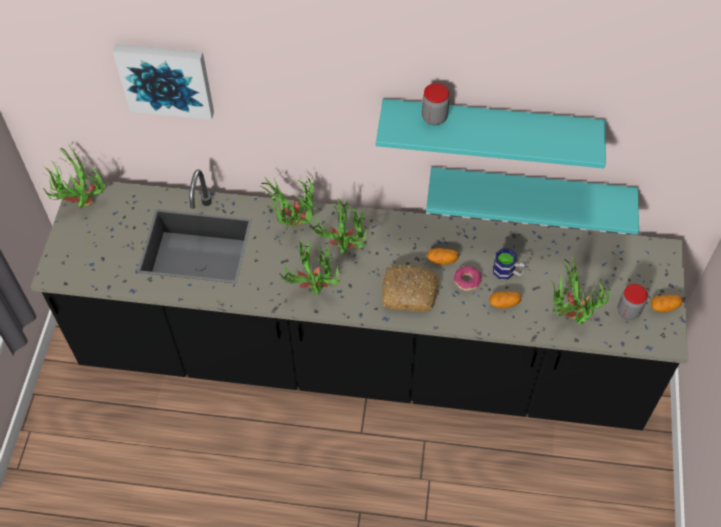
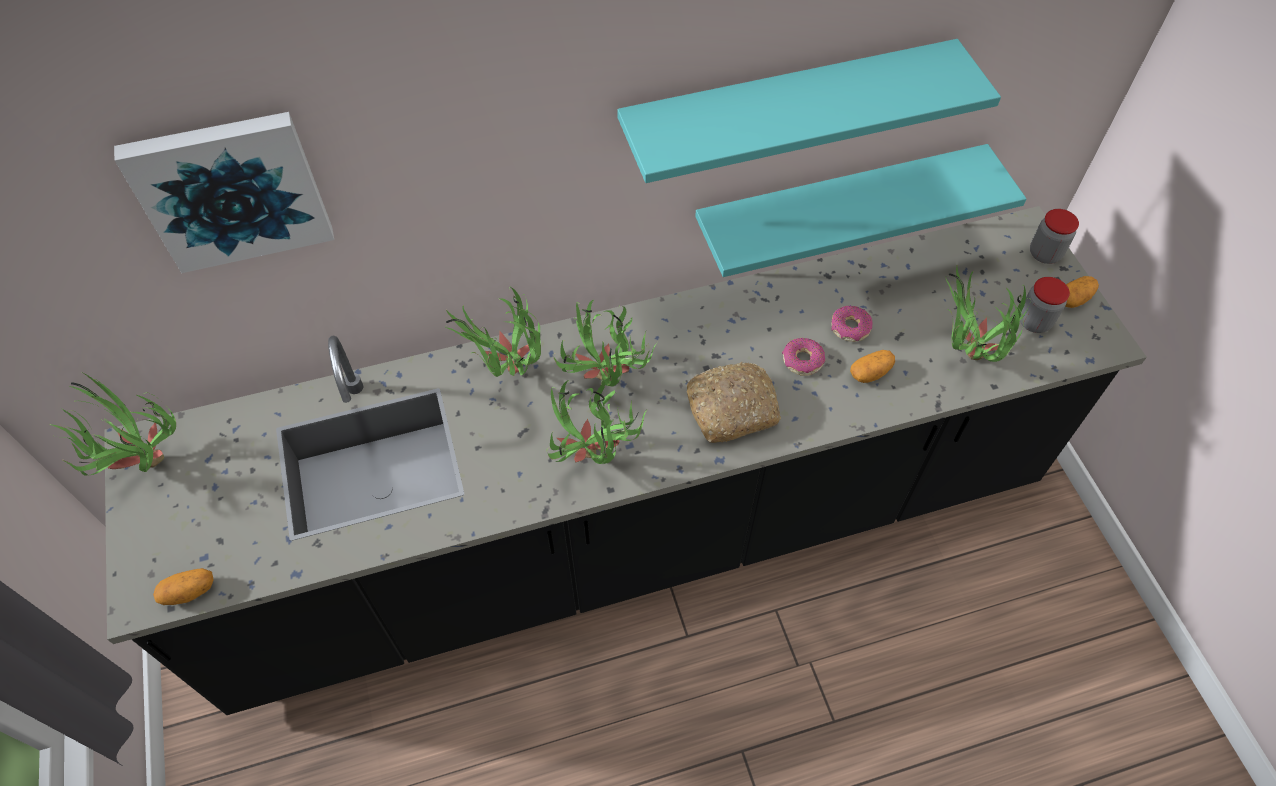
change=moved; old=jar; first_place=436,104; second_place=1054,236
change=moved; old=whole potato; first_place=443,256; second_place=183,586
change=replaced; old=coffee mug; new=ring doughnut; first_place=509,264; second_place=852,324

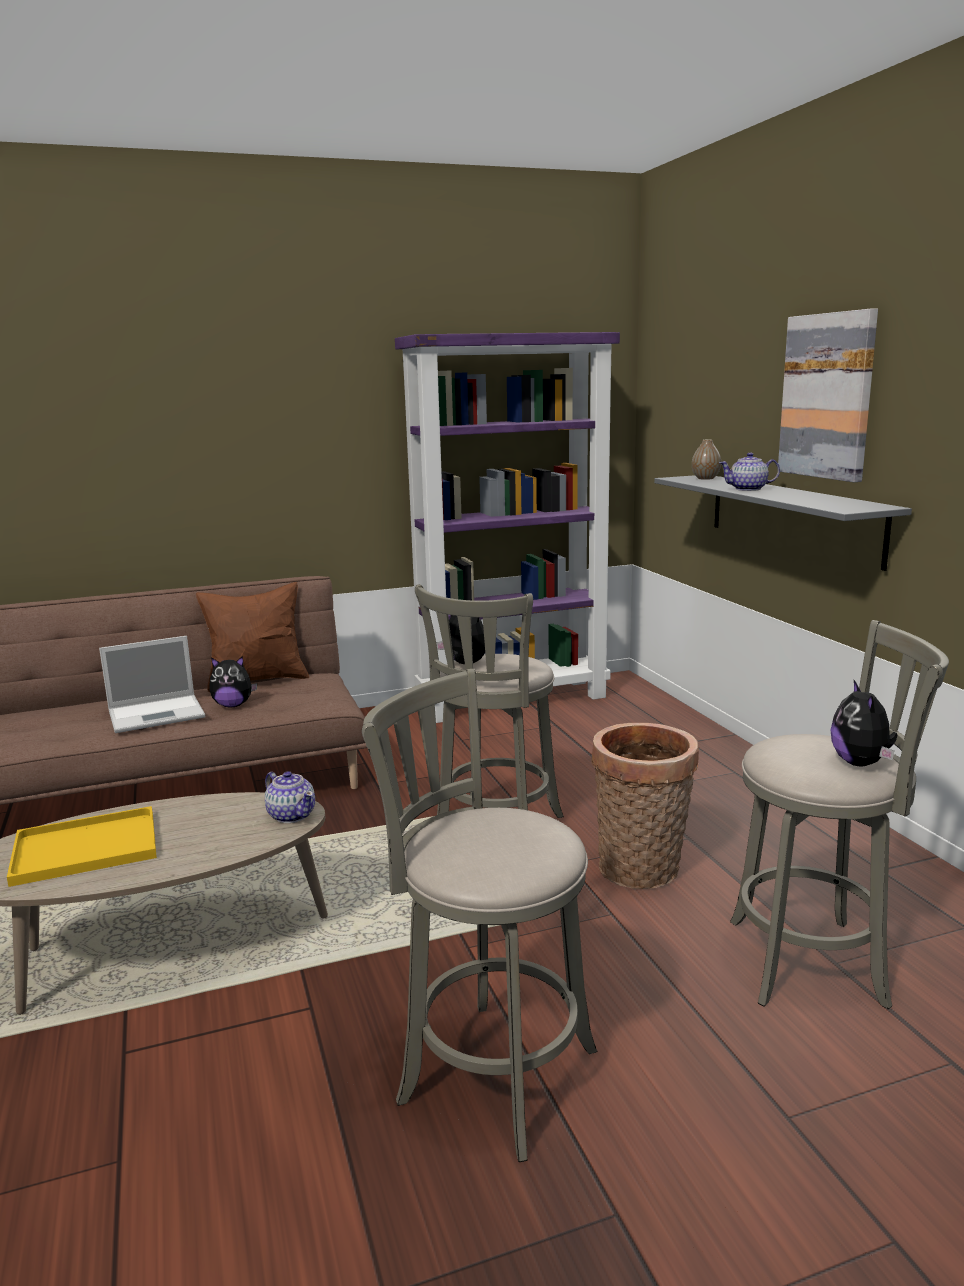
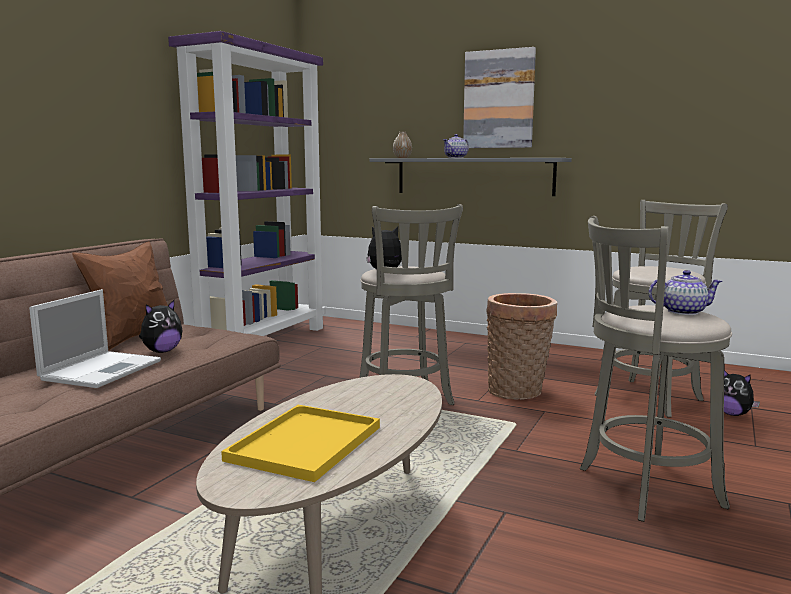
change=moved; old=pot for tea; first_place=290,797; second_place=686,292
change=moved; old=plush toy; first_place=864,723; second_place=742,393

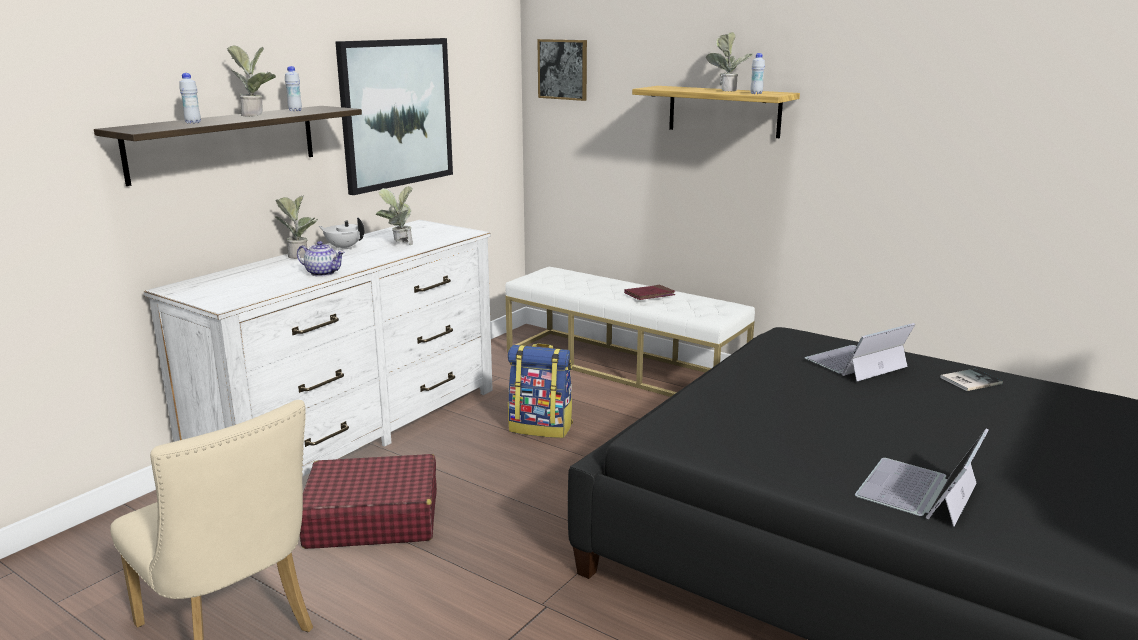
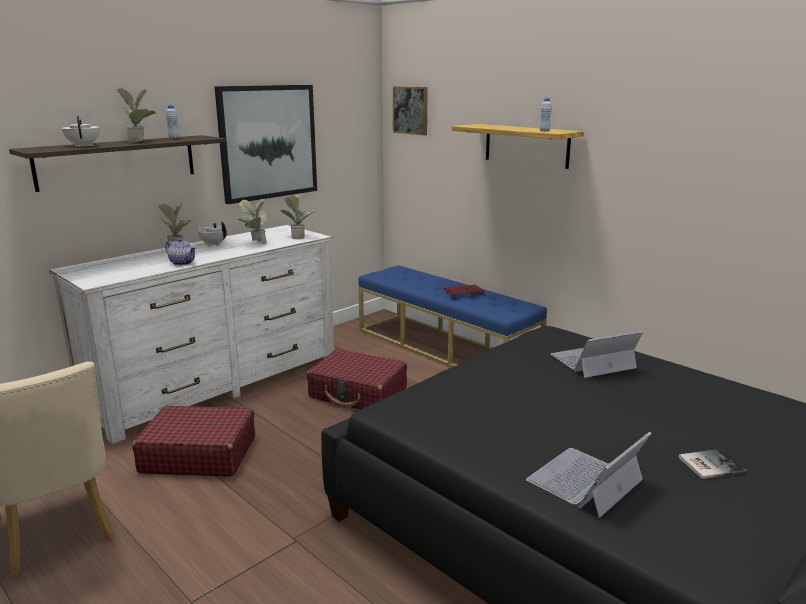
change=moved; old=potted plant; first_place=729,62; second_place=298,216
change=moved; old=volume; first_place=971,380; second_place=713,464
change=replaced; old=drink bottle/white-coloured; new=pot for tea/white-coloured; first_place=190,98; second_place=80,131
change=replaced; old=rucksack; new=suitcase/red-coloured; first_place=540,390; second_place=357,379
change=recoloured; old=bench/white-coloured; new=bench/bluish; first_place=630,332; second_place=452,316

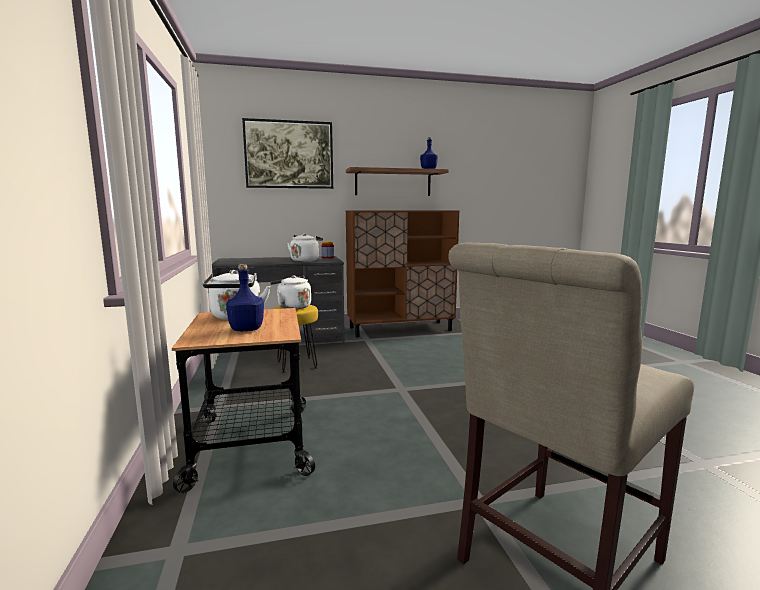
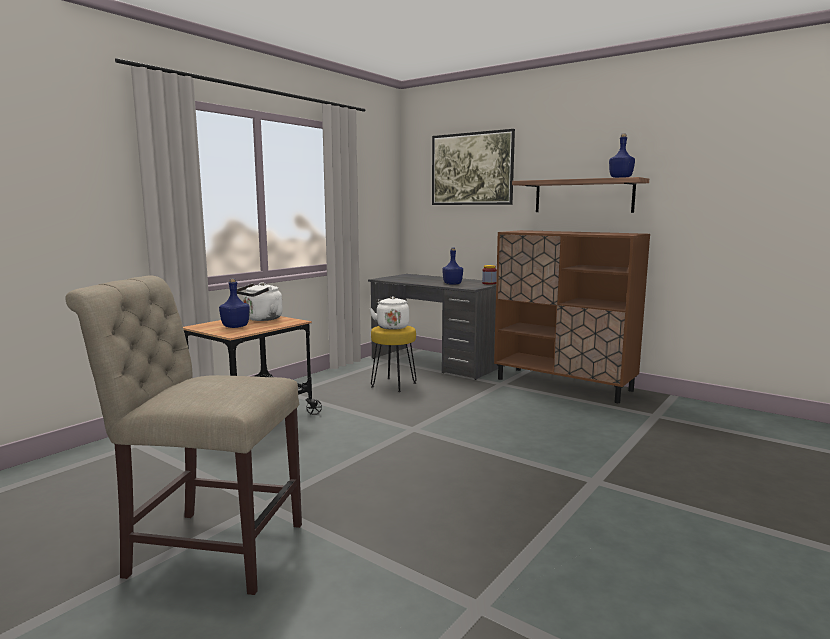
change=replaced; old=kettle/white-coloured; new=drink bottle/bluish; first_place=305,248; second_place=452,266

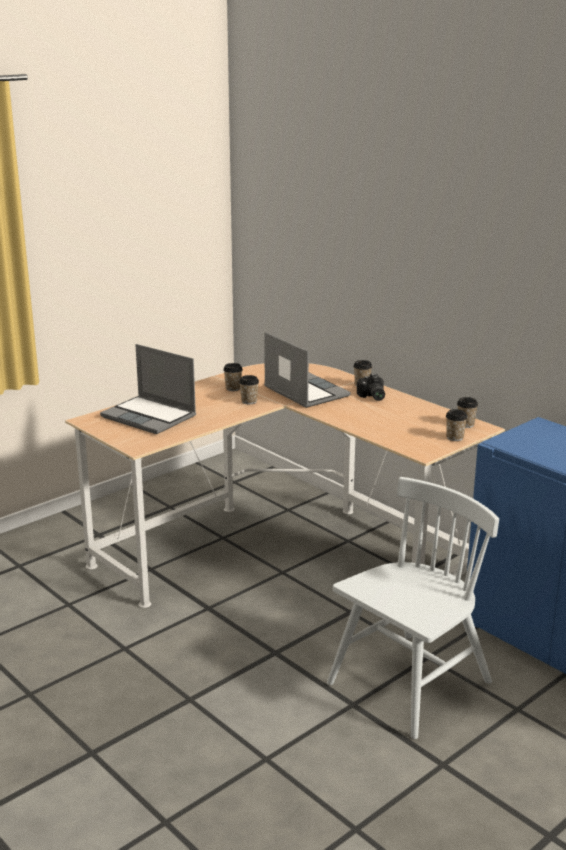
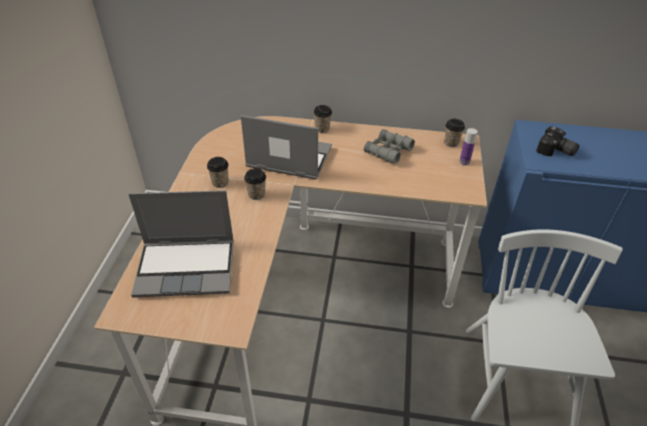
change=added; new=binoculars/gray; second_place=389,146
change=moved; old=photo camera; first_place=371,387; second_place=557,141
change=replaced; old=cup; new=drink bottle; first_place=457,425; second_place=468,147

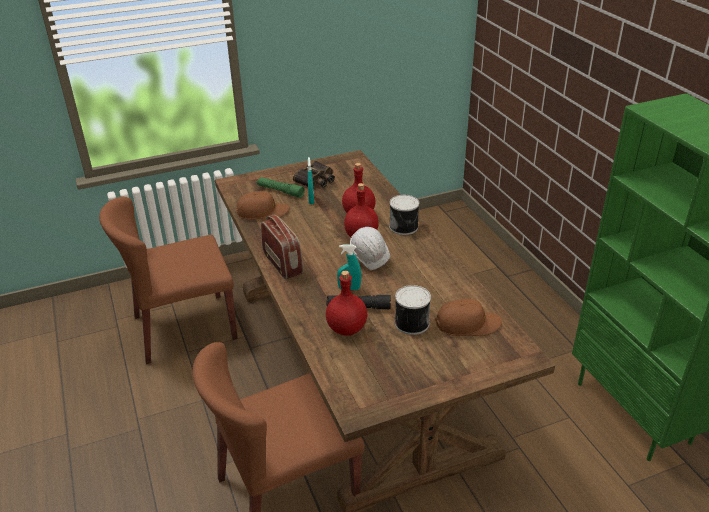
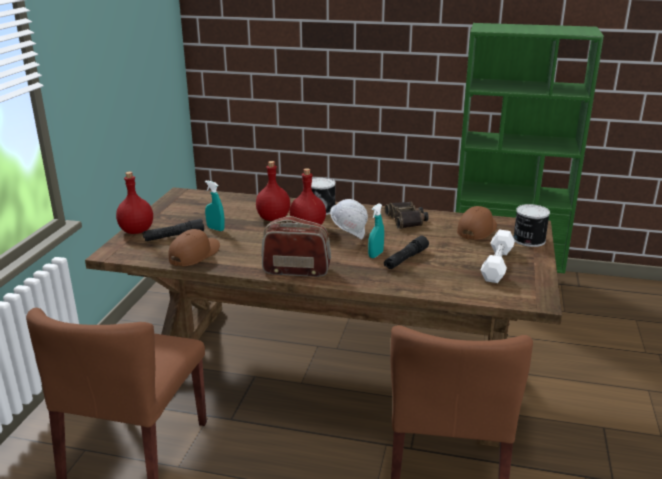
change=added; new=free weight/white-coloured; second_place=498,256
change=moved; old=binoculars; first_place=314,174; second_place=407,215
change=moved; old=drink bottle/red-coloured; first_place=346,303; second_place=134,203
change=moved; old=metal can; first_place=413,310; second_place=531,225
change=recoloured; old=hand torch/green; new=hand torch/blackish; first_place=281,187; second_place=173,230

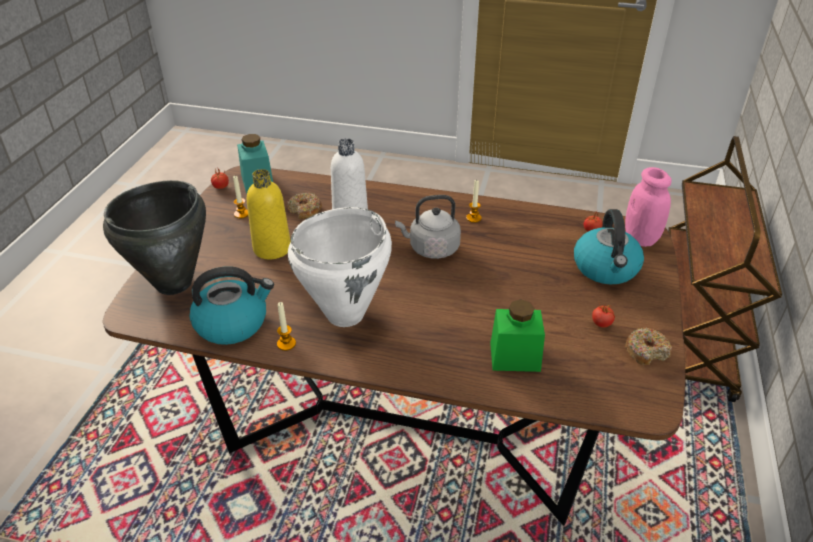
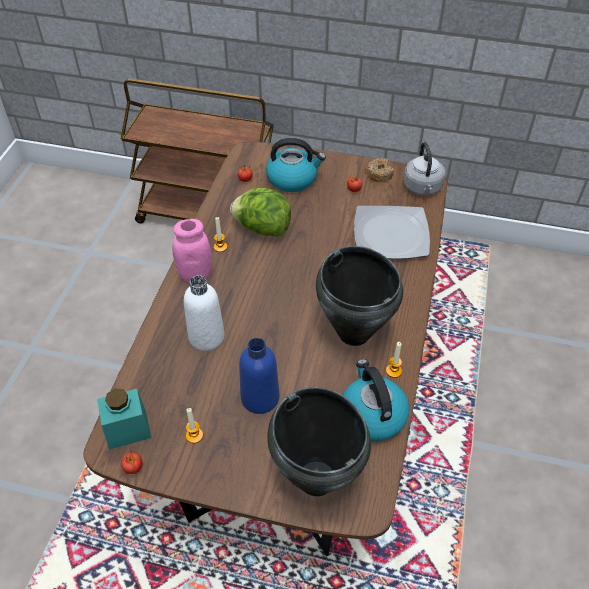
change=removed; old=ring doughnut; first_place=305,205
change=added; new=head of lettuce; second_place=260,212
change=moved; old=kettle/gray; first_place=428,227; second_place=424,168
change=moved; old=jar/pink-coloured; first_place=648,207; second_place=192,250
change=replaced; old=jar/green; new=flat dish; first_place=517,335; second_place=392,232
change=recoloured; old=drink bottle/yellow; new=drink bottle/bluish; first_place=269,214; second_place=259,376
change=recoloured; old=saucepot/white-coloured; new=saucepot/blackish; first_place=340,267; second_place=359,296

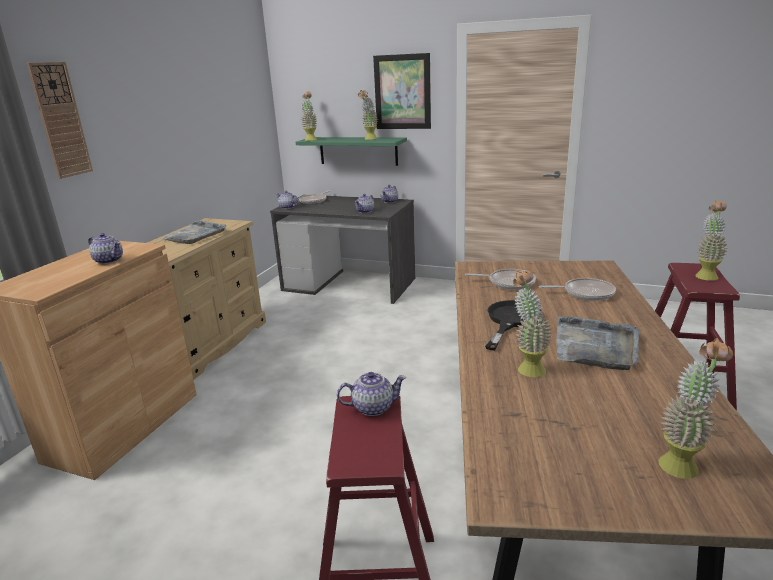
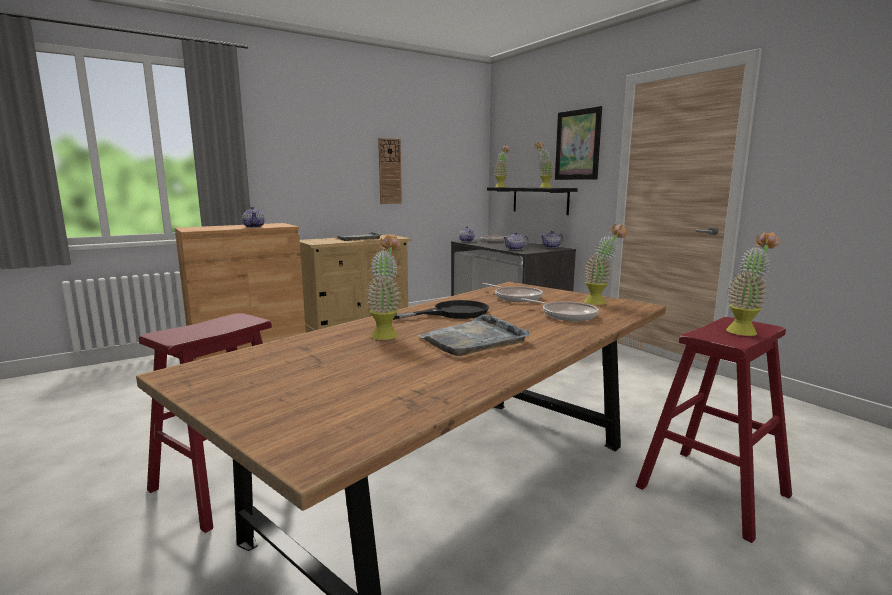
change=removed; old=pot for tea; first_place=371,394
change=moved; old=hanging clock; first_place=59,120; second_place=390,171
change=moved; old=potted plant; first_place=695,408; second_place=605,264
change=recoloured; old=wall shelf/green; new=wall shelf/blackish; first_place=351,151; second_place=532,201

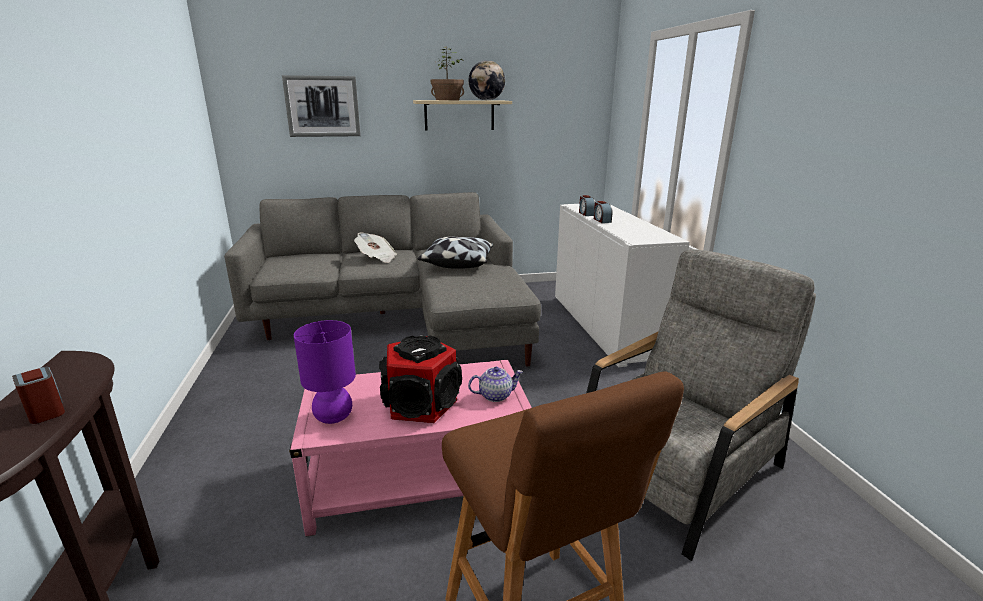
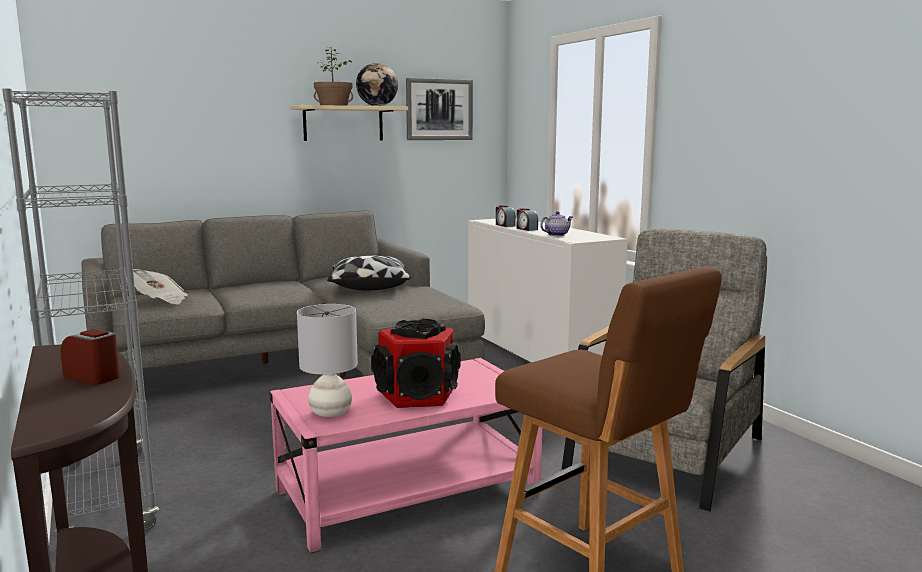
change=added; new=bookshelf/gray; second_place=80,310
change=moved; old=wall art; first_place=321,106; second_place=439,109
change=moved; old=daily paper; first_place=375,248; second_place=160,287
change=moved; old=pot for tea; first_place=495,384; second_place=556,223
change=recoloured; old=lamp for a table/purple; new=lamp for a table/gray; first_place=325,372; second_place=327,360

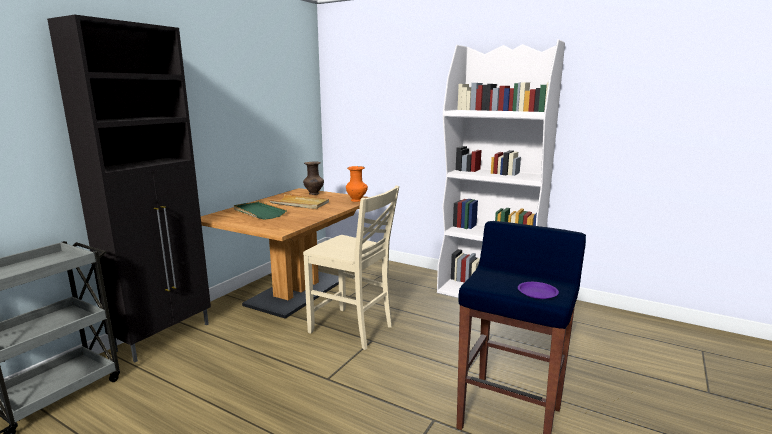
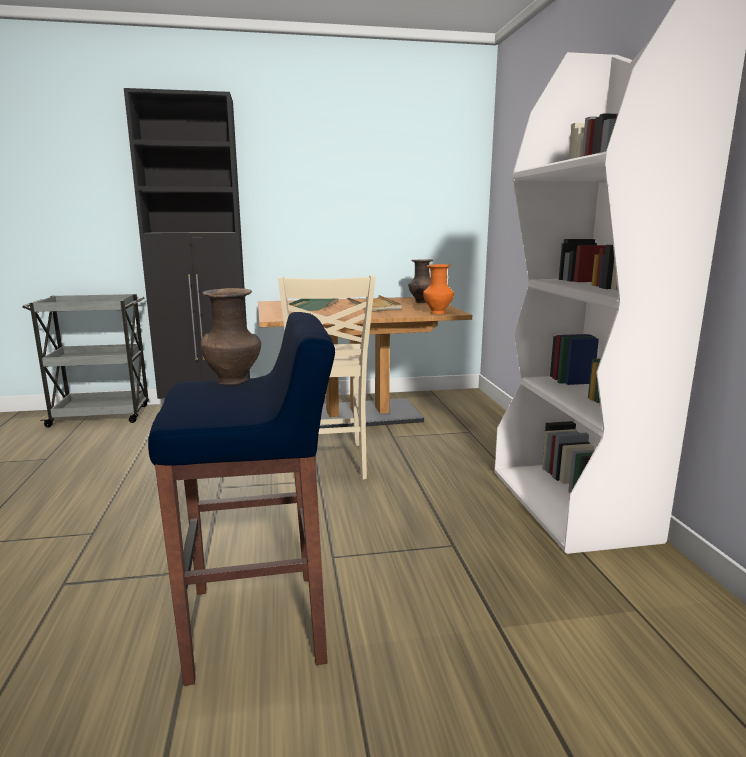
change=removed; old=flat dish/purple; first_place=538,290
change=added; new=decorative vase/brown-coloured; second_place=230,336

